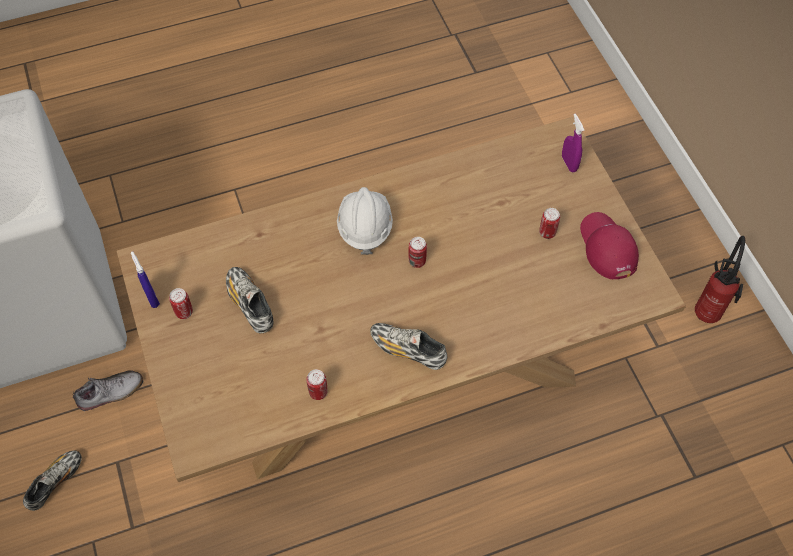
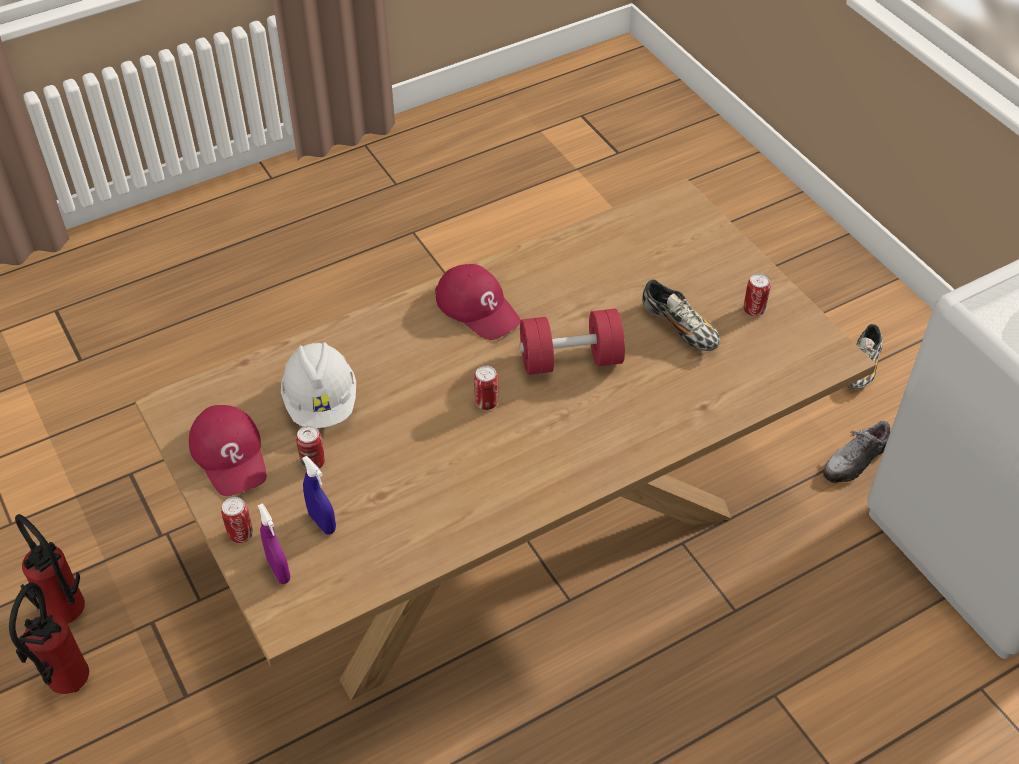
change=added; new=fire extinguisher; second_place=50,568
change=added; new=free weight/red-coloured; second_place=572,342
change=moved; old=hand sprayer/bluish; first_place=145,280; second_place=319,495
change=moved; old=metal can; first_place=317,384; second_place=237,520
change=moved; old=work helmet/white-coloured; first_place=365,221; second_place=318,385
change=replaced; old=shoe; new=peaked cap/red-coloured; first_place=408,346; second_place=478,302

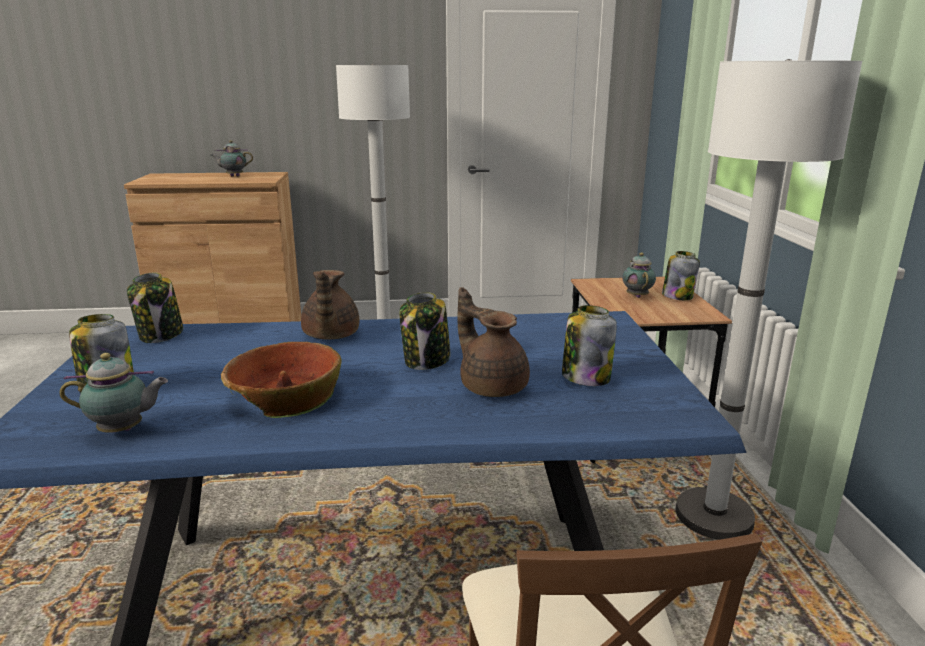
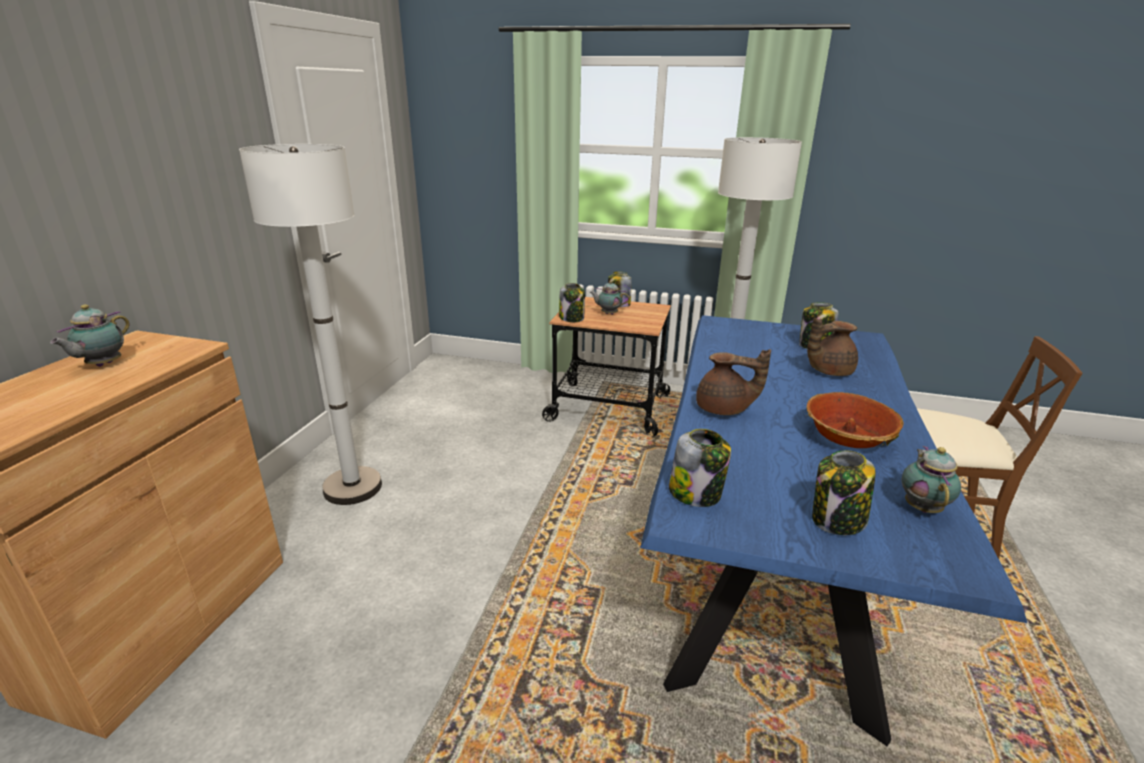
change=moved; old=jar; first_place=425,331; second_place=572,302

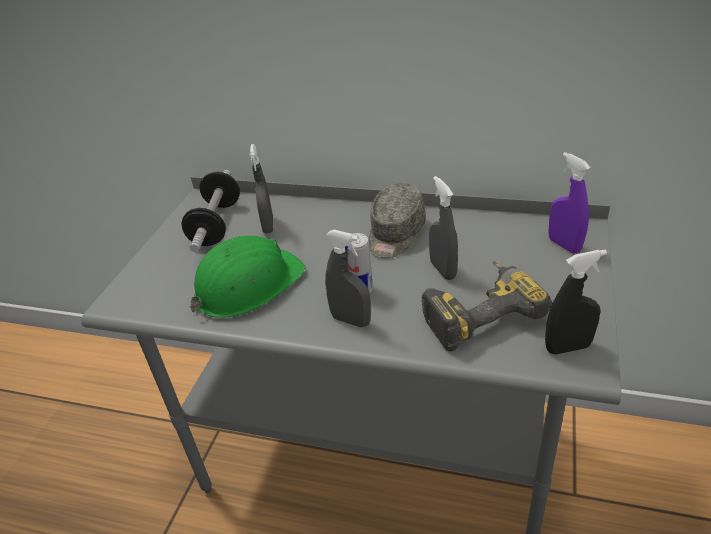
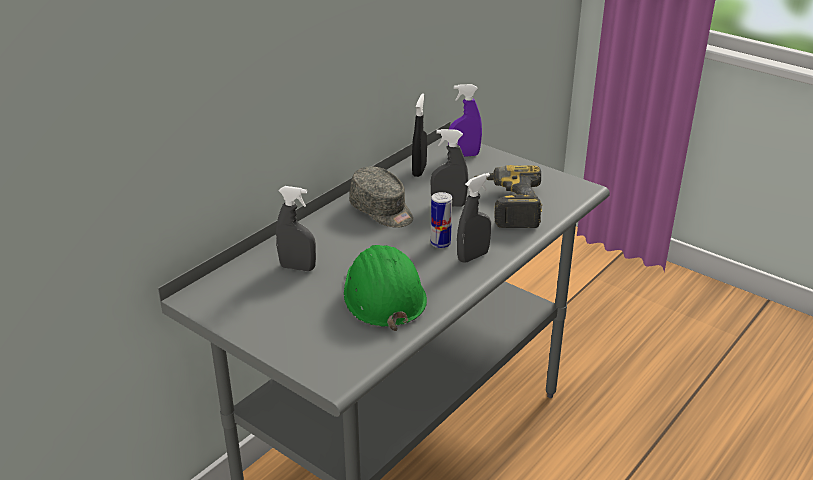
change=removed; old=free weight; first_place=210,211
change=moved; old=hand sprayer/blackish; first_place=576,302; second_place=419,135

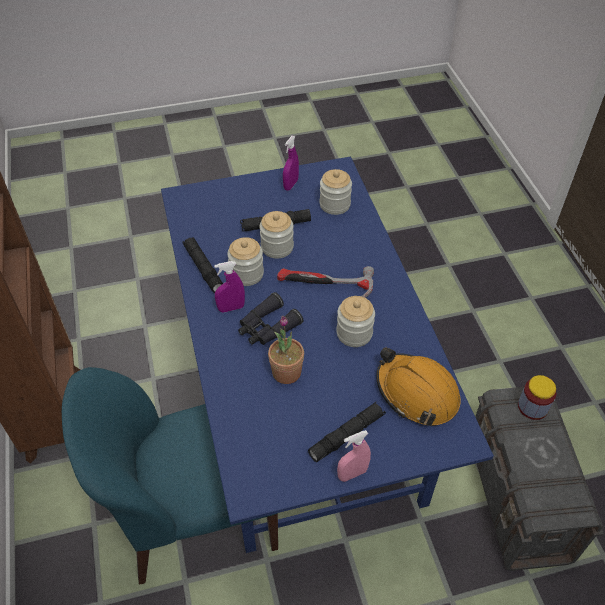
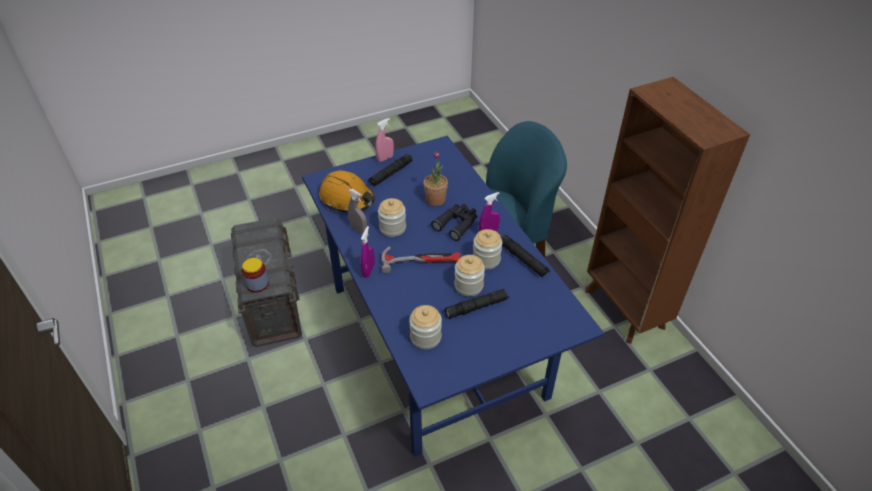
change=added; new=hand sprayer/gray; second_place=357,211
change=moved; old=hand sprayer/purple; first_place=291,163; second_place=368,252

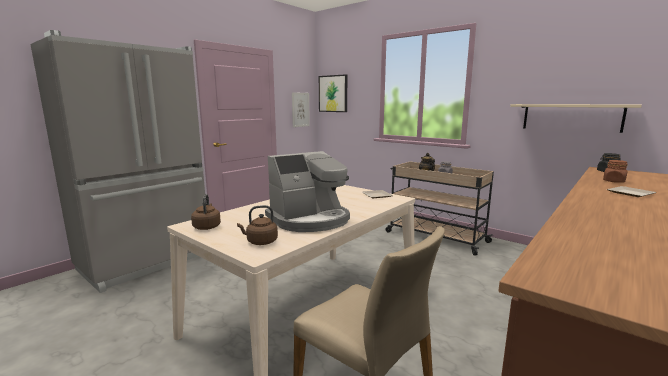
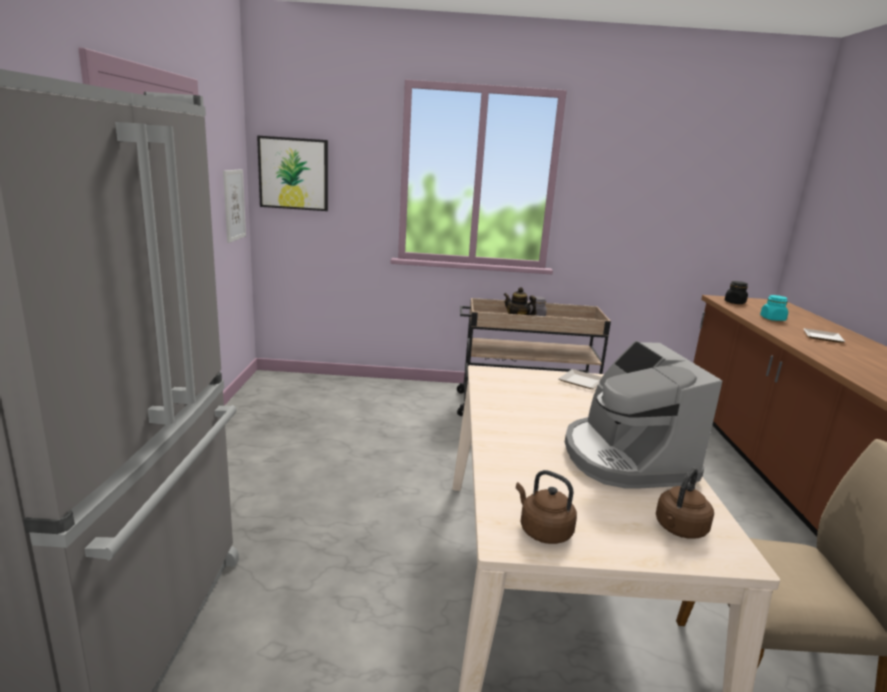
change=removed; old=wall shelf/beige-coloured; first_place=576,118
change=recoloured; old=jar/brown-coloured; new=jar/turquoise-coloured; first_place=615,171; second_place=774,308
change=turned; old=coffee maker; first_place=307,191; second_place=643,415; degrees=150

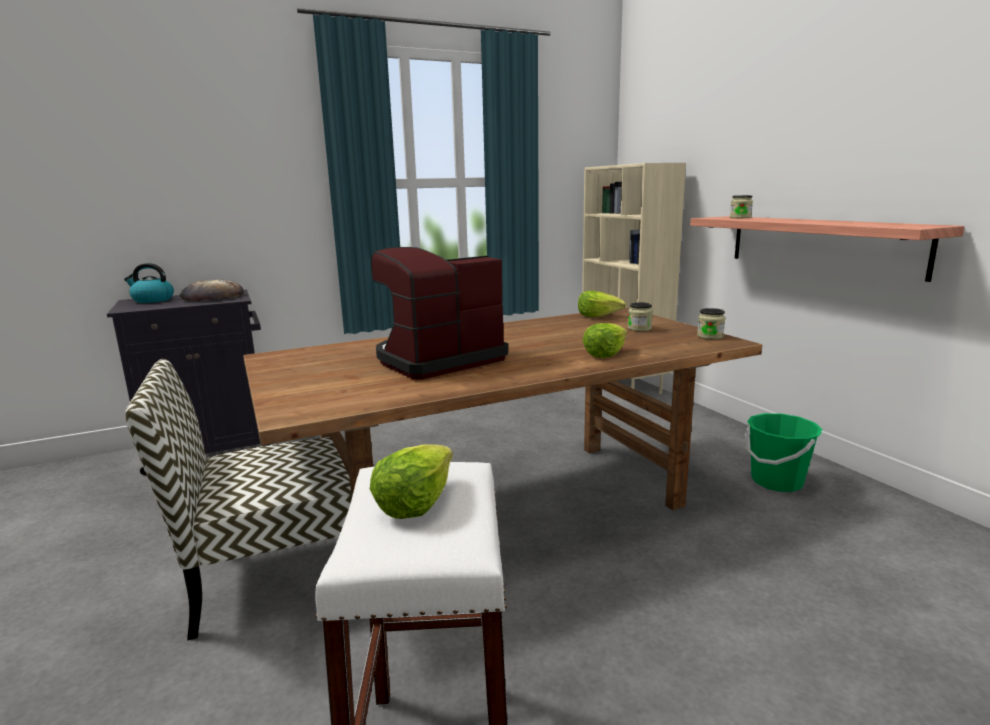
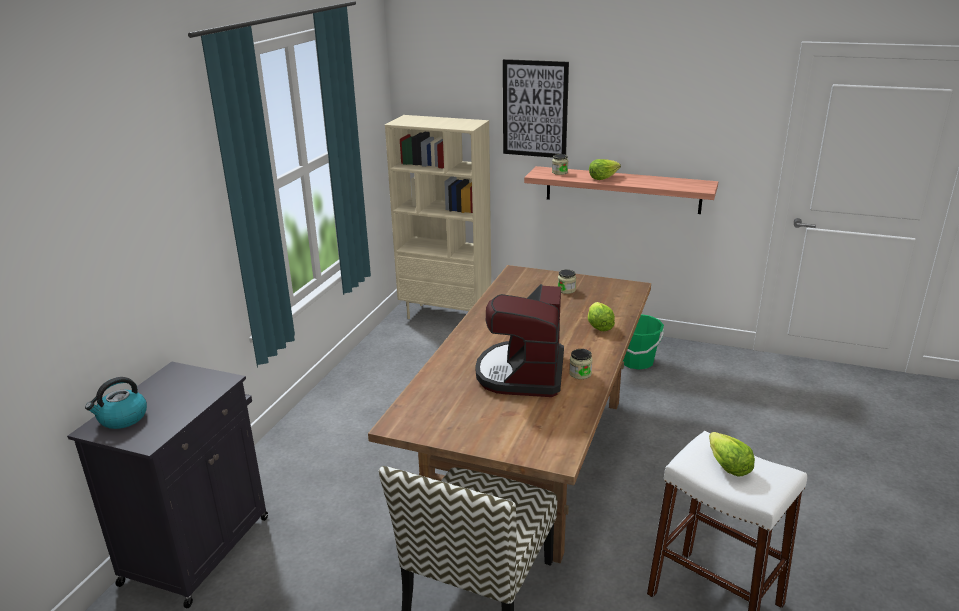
change=removed; old=baked bread; first_place=212,290
change=added; new=wall art; second_place=536,108
change=moved; old=head of lettuce; first_place=602,304; second_place=605,169
change=moved; old=jar; first_place=711,323; second_place=581,364

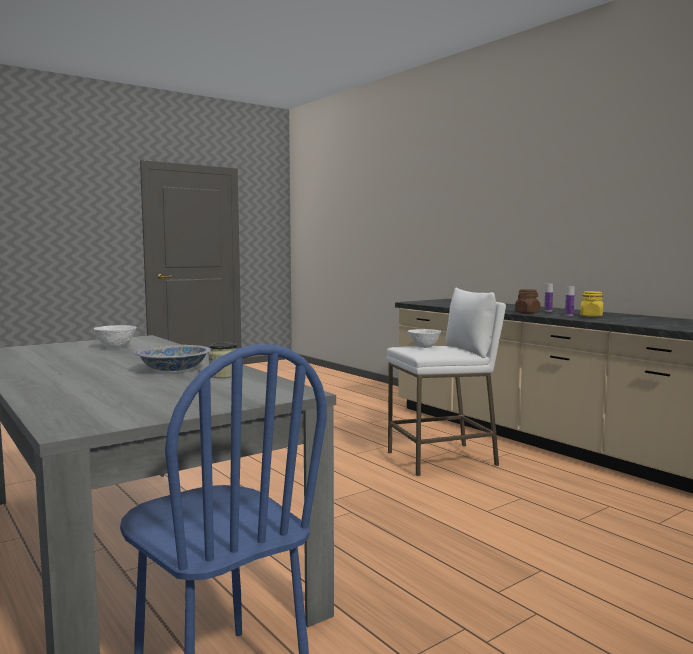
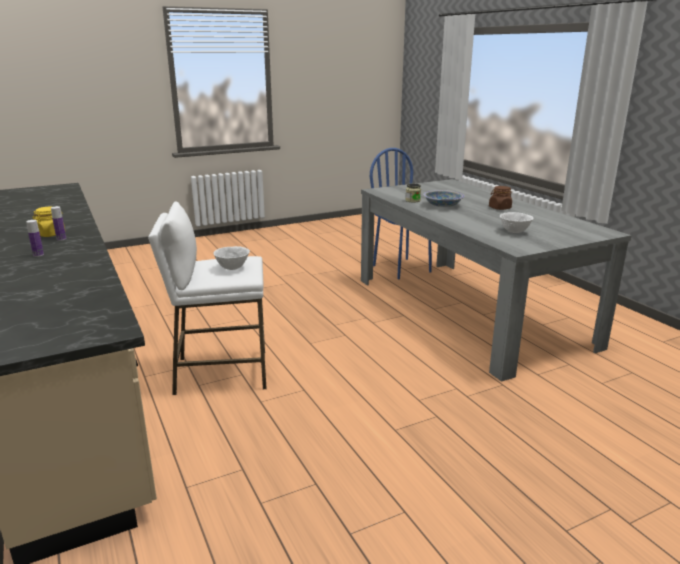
change=moved; old=jar/brown-coloured; first_place=527,301; second_place=500,198

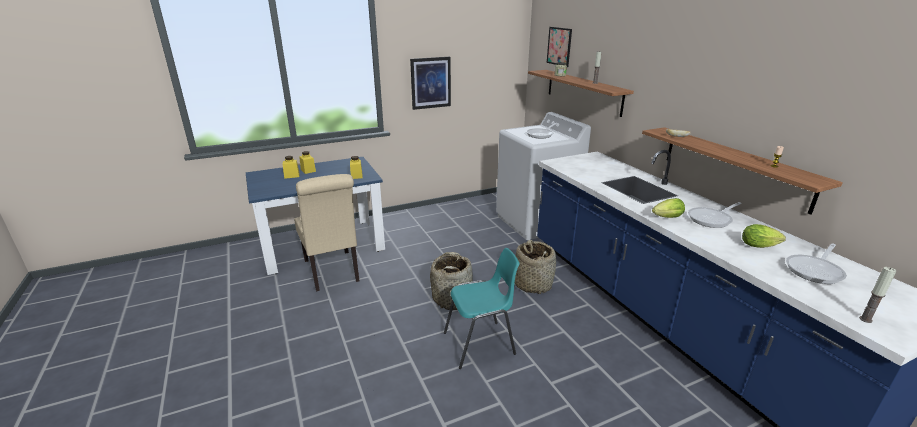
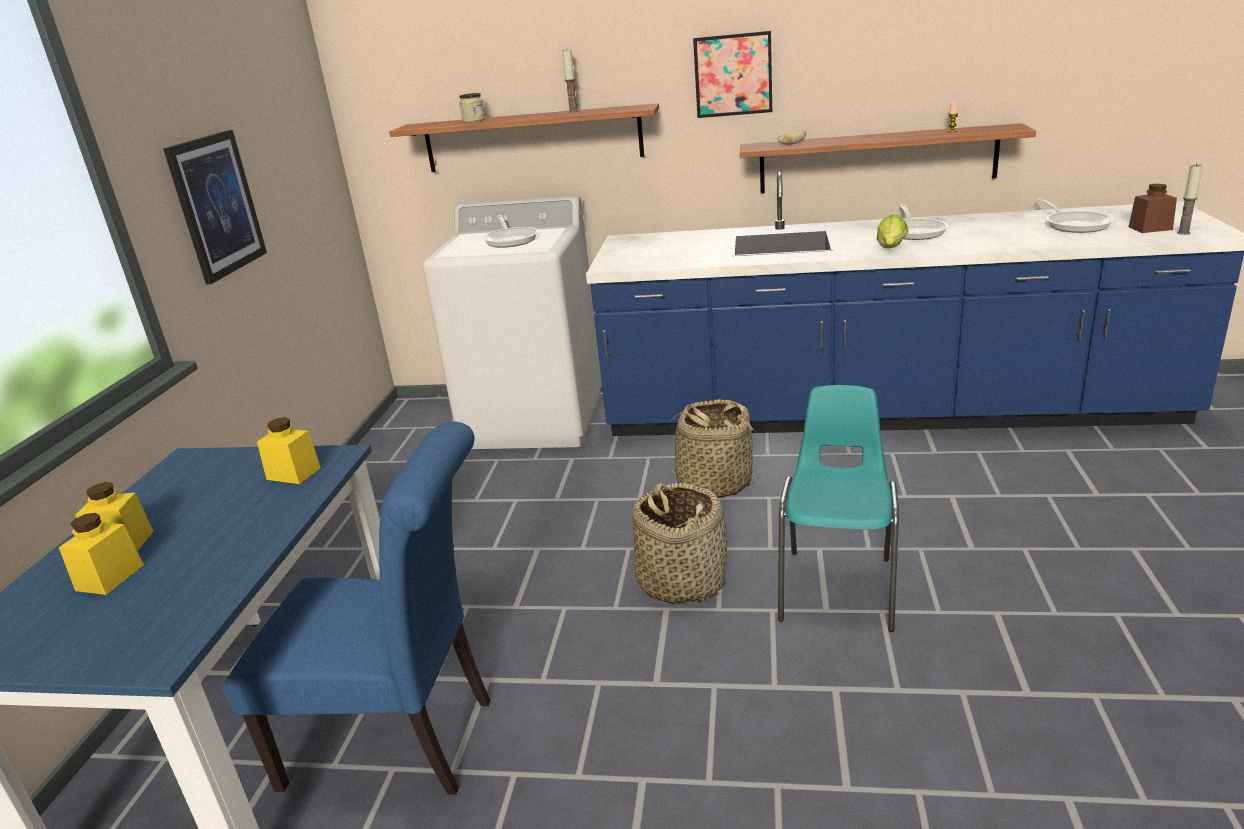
change=removed; old=head of lettuce; first_place=764,236
change=added; new=jar/brown-coloured; second_place=1153,208
change=moved; old=wall art; first_place=559,47; second_place=732,74
change=recoloured; old=chair/beige-coloured; new=chair/bluish; first_place=326,233; second_place=357,608

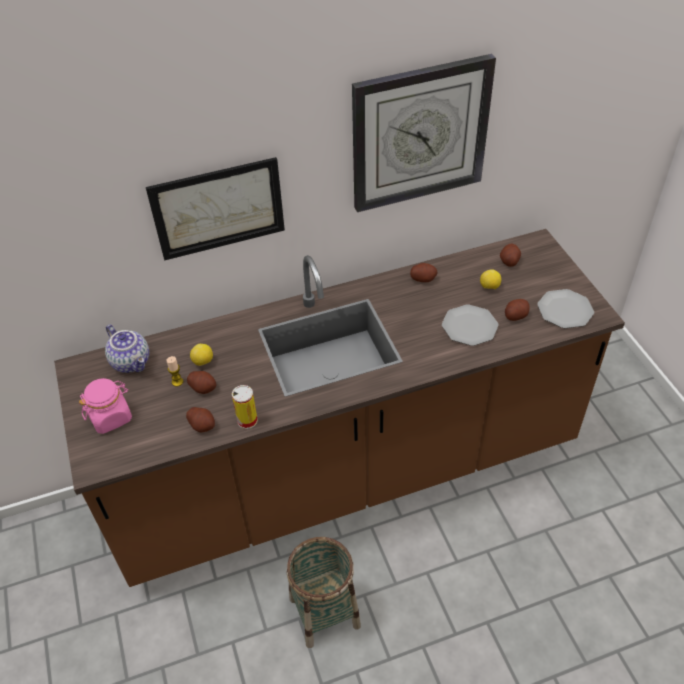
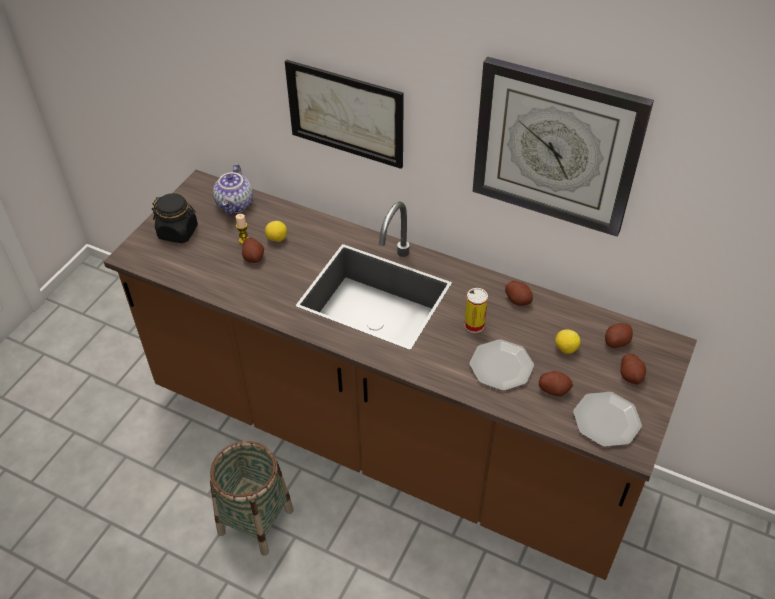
change=moved; old=whole potato; first_place=200,419; second_place=633,369
change=moved; old=metal can; first_place=245,407; second_place=476,310
change=recoloured; old=jar/pink-coloured; new=jar/blackish; first_place=105,406; second_place=175,218

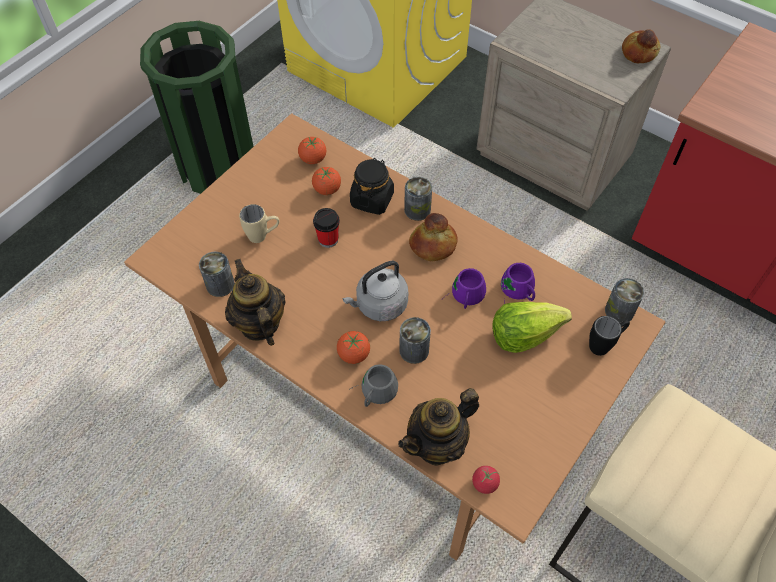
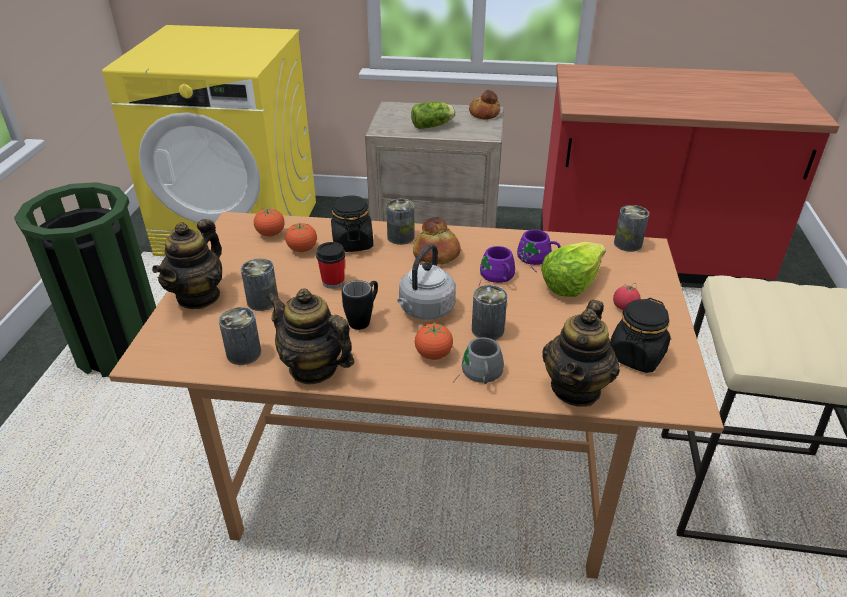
change=added; new=pot for tea; second_place=187,264
change=added; new=head of lettuce; second_place=433,115
change=added; new=jar/blackish; second_place=640,335
change=moved; old=fresh tomato; first_place=486,480; second_place=627,296
change=moved; old=coffee mug/blackish; first_place=609,336; second_place=360,305
change=replaced; old=coffee mug/beige-coloured; new=metal can; first_place=259,223; second_place=259,284

